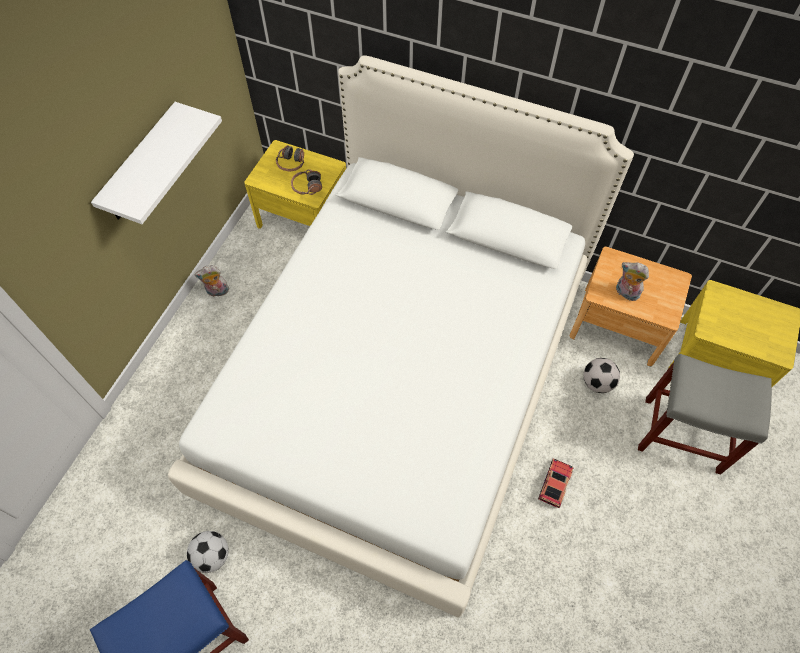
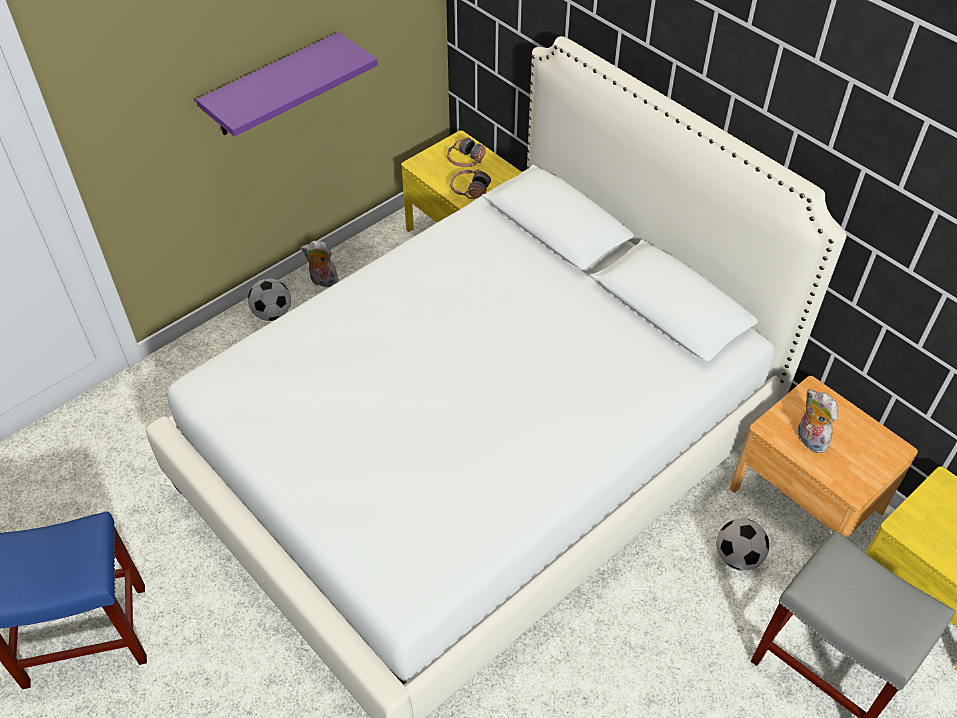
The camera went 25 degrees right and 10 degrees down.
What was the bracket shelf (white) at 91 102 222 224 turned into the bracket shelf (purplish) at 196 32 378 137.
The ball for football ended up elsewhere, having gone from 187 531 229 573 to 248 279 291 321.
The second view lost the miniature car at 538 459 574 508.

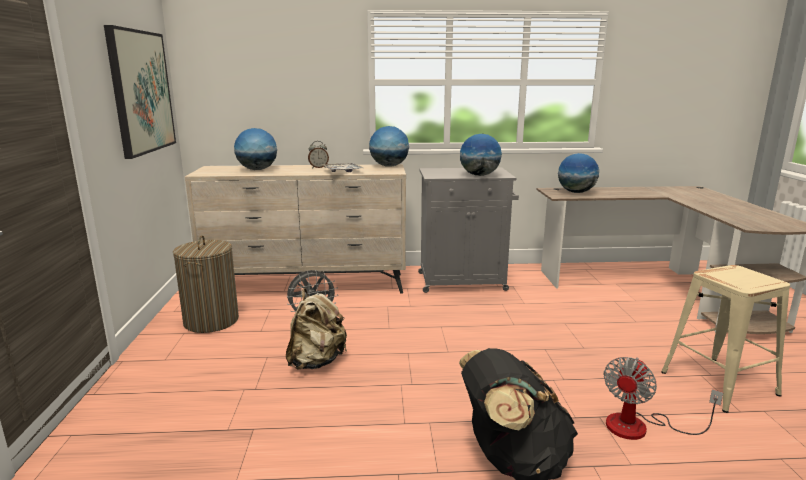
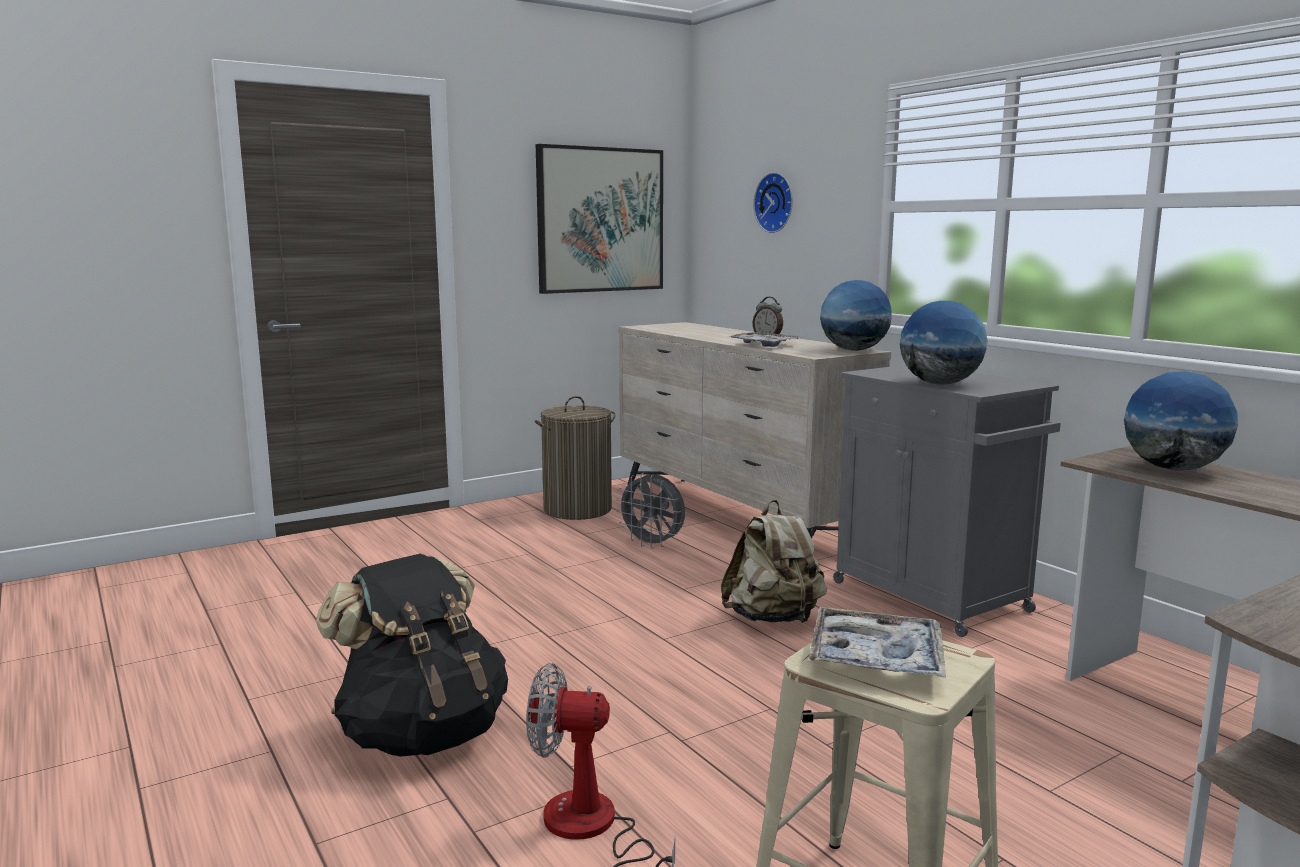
The camera went 60 degrees right and 5 degrees down.
The rucksack (beige-coloured) ended up elsewhere, having gone from 286 288 347 370 to 721 500 827 623.
The second view gained the hanging clock at 754 172 793 233.
The second view gained the carrying tray at 808 607 946 678.
The second view lost the globe at 234 128 277 170.

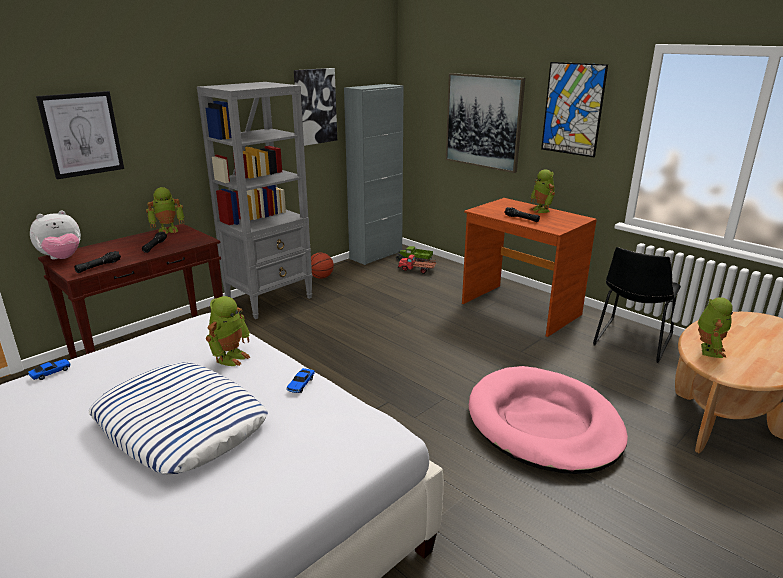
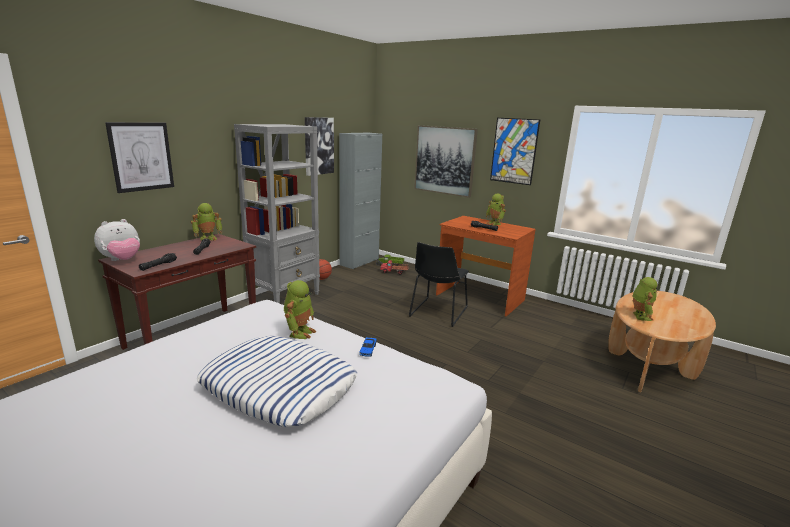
The camera went 10 degrees left and 5 degrees down.
The chair (blackish) ended up elsewhere, having gone from 593 247 681 363 to 409 242 469 327.
The second view lost the miniature car at 28 359 71 380.
The second view lost the dog bed (pink-coloured) at 469 366 628 474.

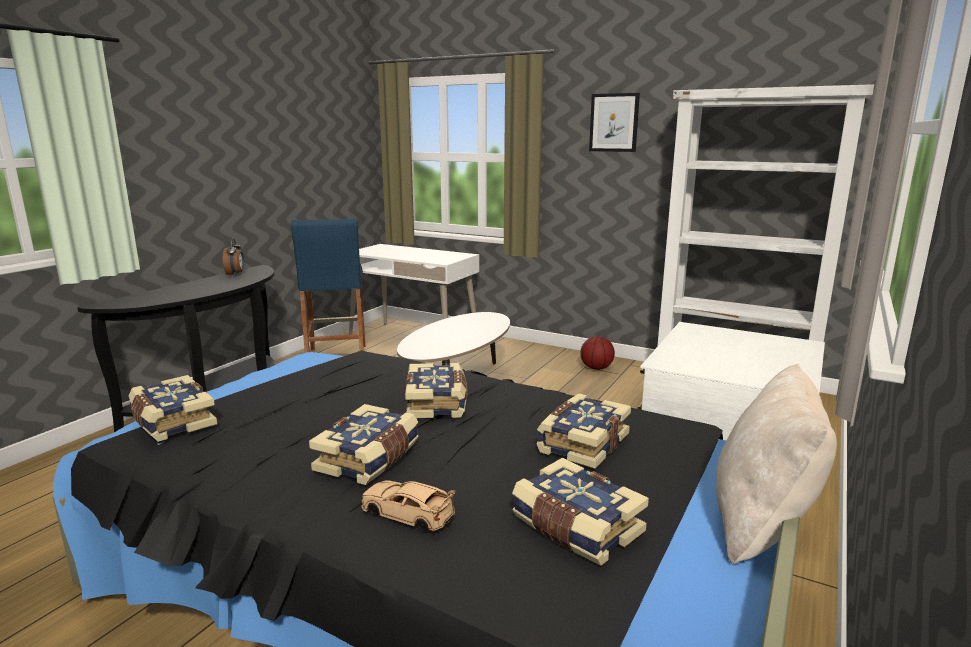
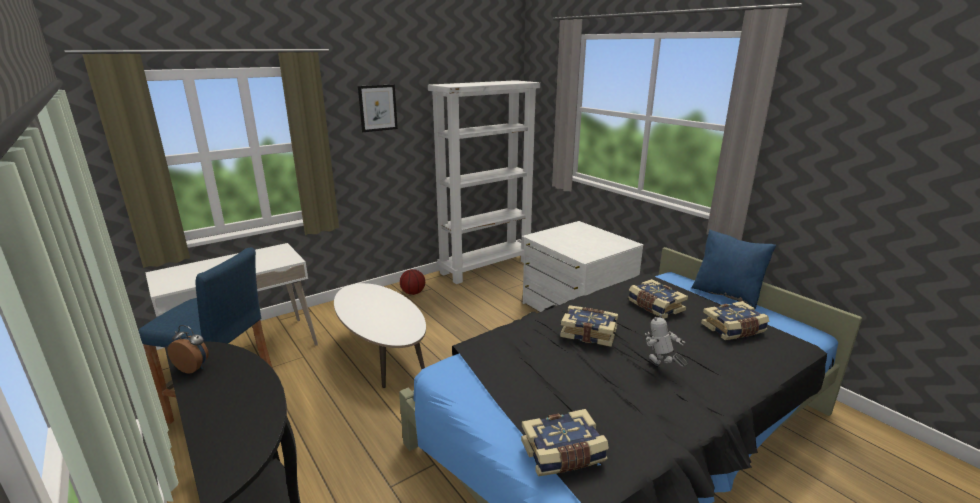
The camera went 65 degrees left and 5 degrees up.
Where the bound book stood at 309 404 419 485, the model robot came to stand at 645 314 687 367.
What was the cushion (beige-coloured) at 716 364 837 565 turned into the cushion (blue-coloured) at 691 229 776 309.
The second view lost the miniature car (beige-coloured) at 361 480 456 531.

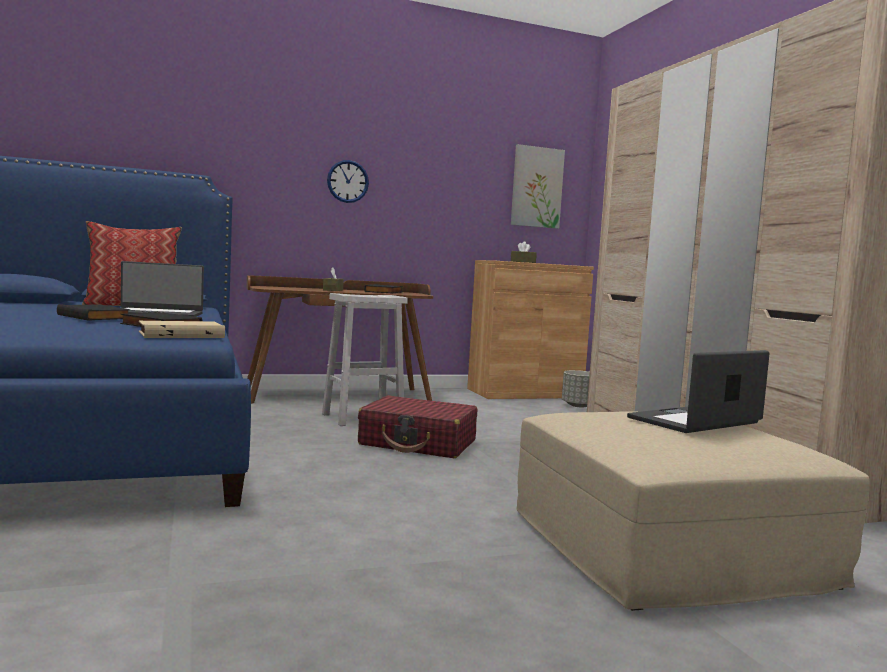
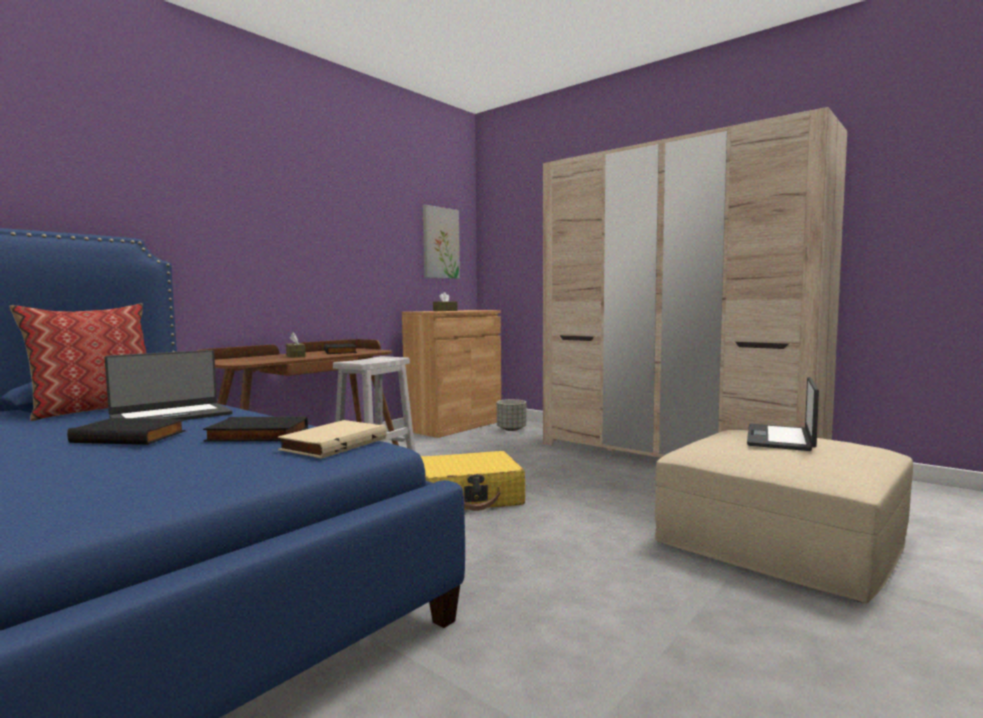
The camera went 30 degrees left and 0 degrees up.
What was the piece of luggage (reddish) at 358 395 477 458 turned into the piece of luggage (yellowish) at 421 451 525 511.
The second view lost the hanging clock at 327 160 369 203.

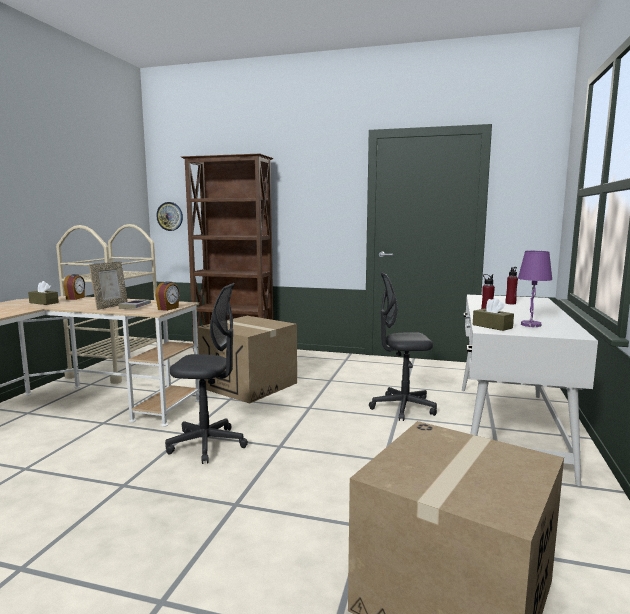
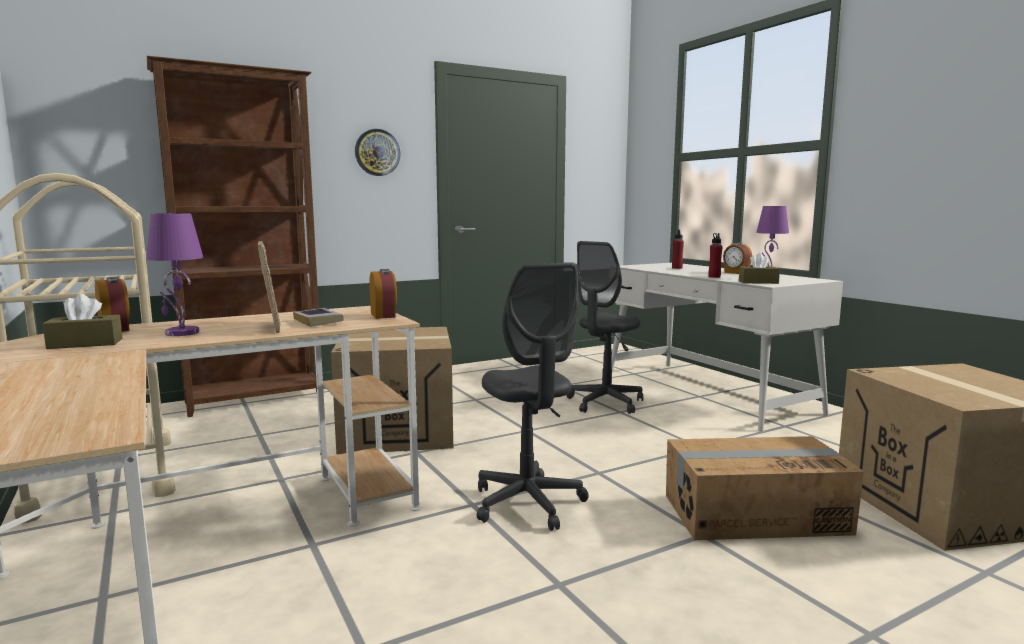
The camera went 45 degrees left and 0 degrees up.
The second view gained the tabletop lamp (purplish) at 146 213 204 336.
The hanging clock ended up elsewhere, having gone from 156 202 183 231 to 355 129 400 176.
The desk chair (grey) at 165 283 248 464 ended up facing another way, 105 degrees clockwise from before.
The second view gained the packing box at 666 436 864 540.
The second view gained the table clock at 723 243 752 274.

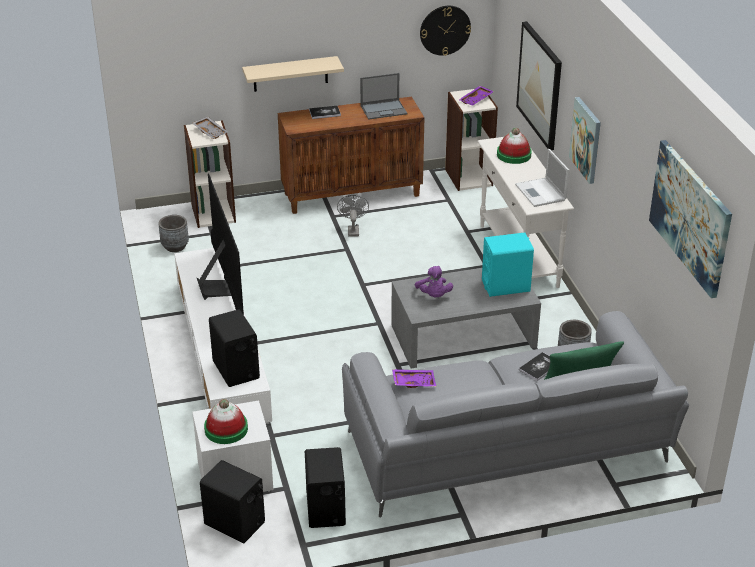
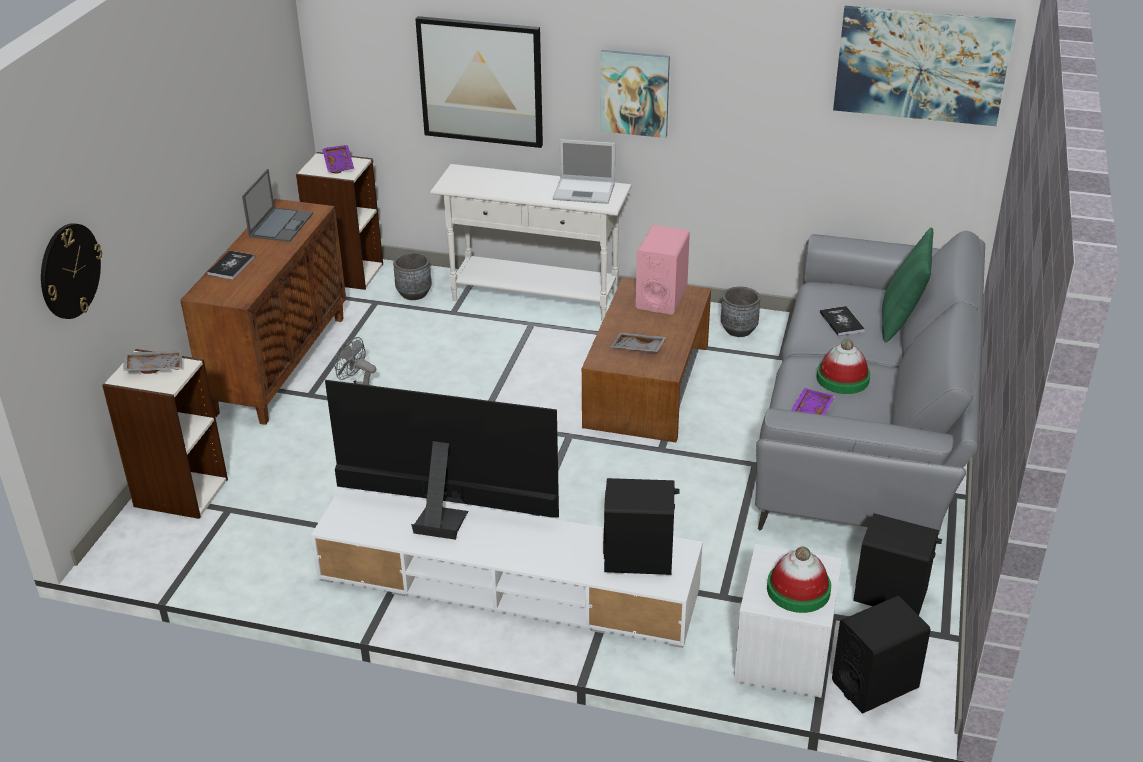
The camera went 60 degrees left and 0 degrees up.
The hanging clock ended up elsewhere, having gone from 420 6 471 56 to 41 223 102 319.
The flower pot (grey) ended up elsewhere, having gone from 158 215 189 252 to 393 252 432 300.
What was the lounge table (grey) at 391 268 541 369 turned into the lounge table (brownish) at 582 277 711 442.
Where the plush toy (purplish) stood at 415 266 453 297, the carrying tray (grey) came to stand at 610 333 666 352.
What was the audio speaker (blue-green) at 482 232 534 297 turned into the audio speaker (pink-coloured) at 636 225 690 315.
The wearable hat ended up elsewhere, having gone from 497 128 532 164 to 816 339 870 394.
The second view lost the bracket shelf (beige-coloured) at 242 56 344 92.

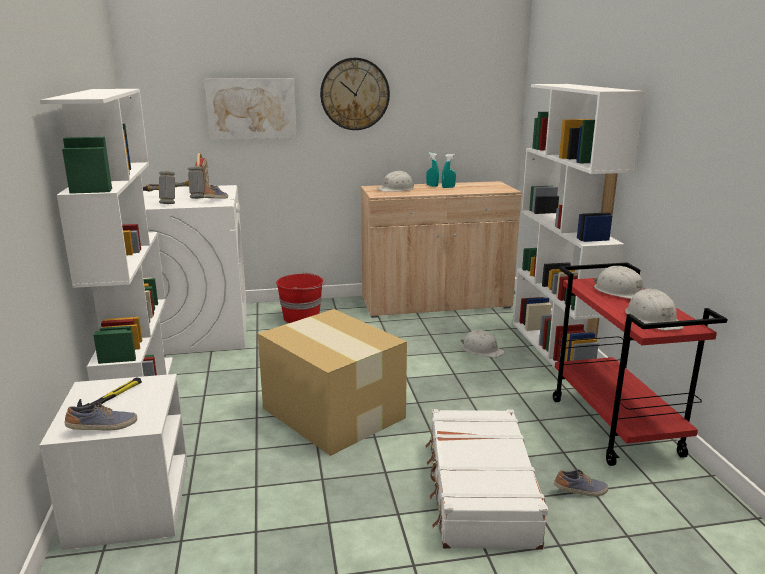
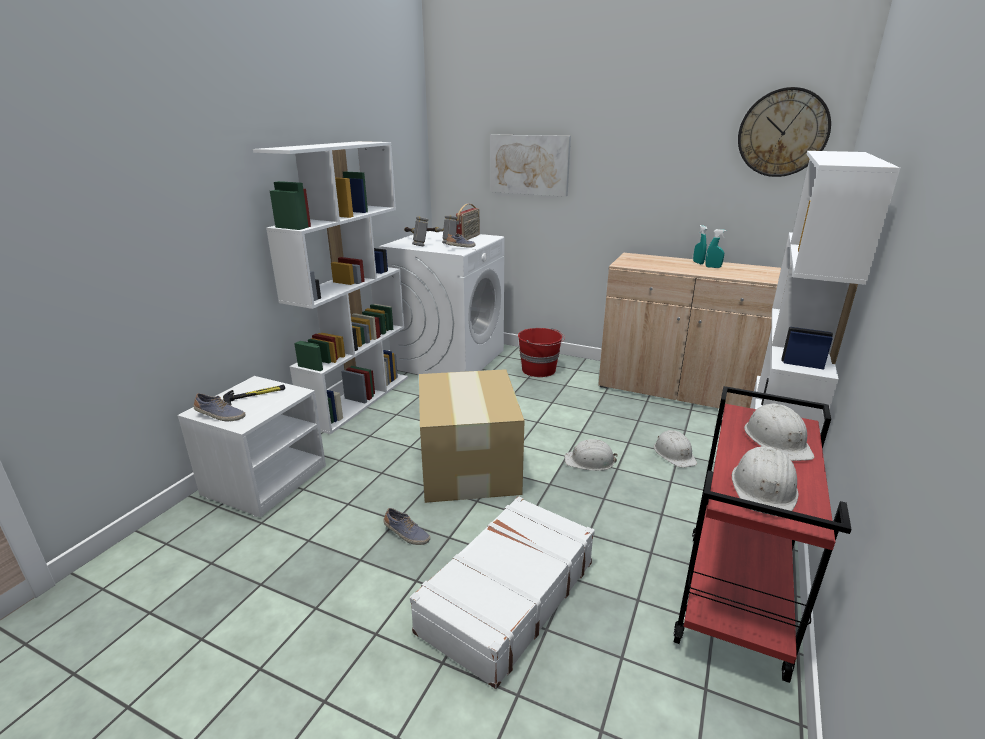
The camera went 35 degrees right and 5 degrees up.
The shoe ended up elsewhere, having gone from 554 470 608 497 to 383 508 430 545.
The work helmet (white) ended up elsewhere, having gone from 376 171 414 192 to 564 439 618 471.
The hanging clock ended up elsewhere, having gone from 320 58 390 130 to 738 87 831 177.

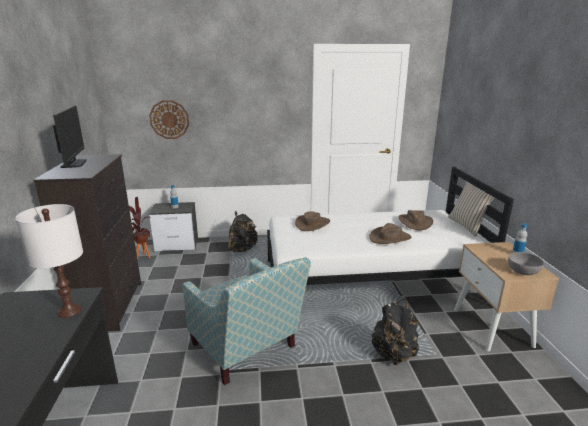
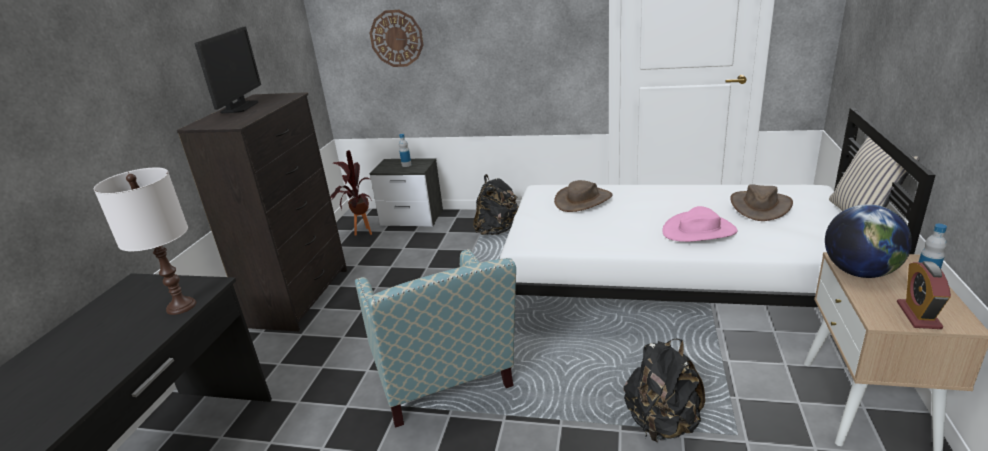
The camera went 20 degrees right and 5 degrees up.
What was the wearable hat (brownish) at 369 223 411 244 turned into the wearable hat (pink-coloured) at 662 206 737 242.
The second view gained the globe at 825 204 912 278.
Where the deep dish (grey) stood at 508 252 544 275, the table clock came to stand at 897 261 951 329.

